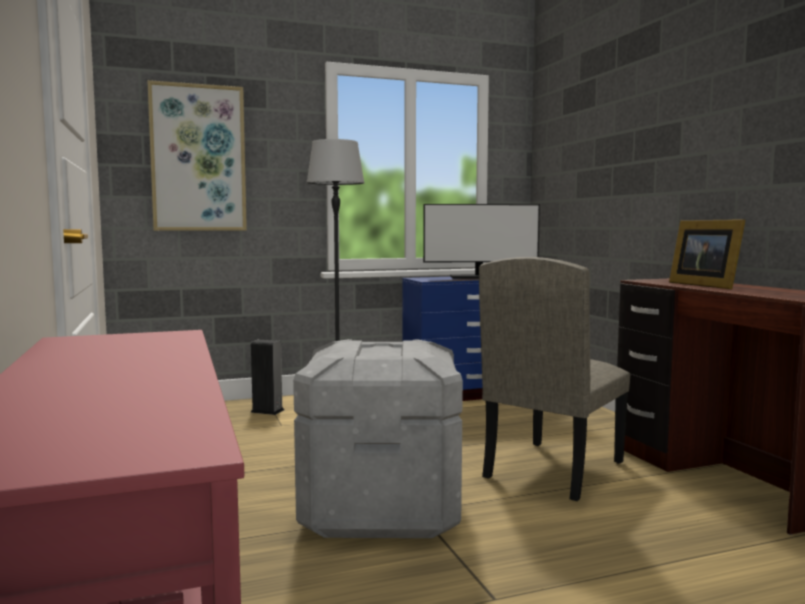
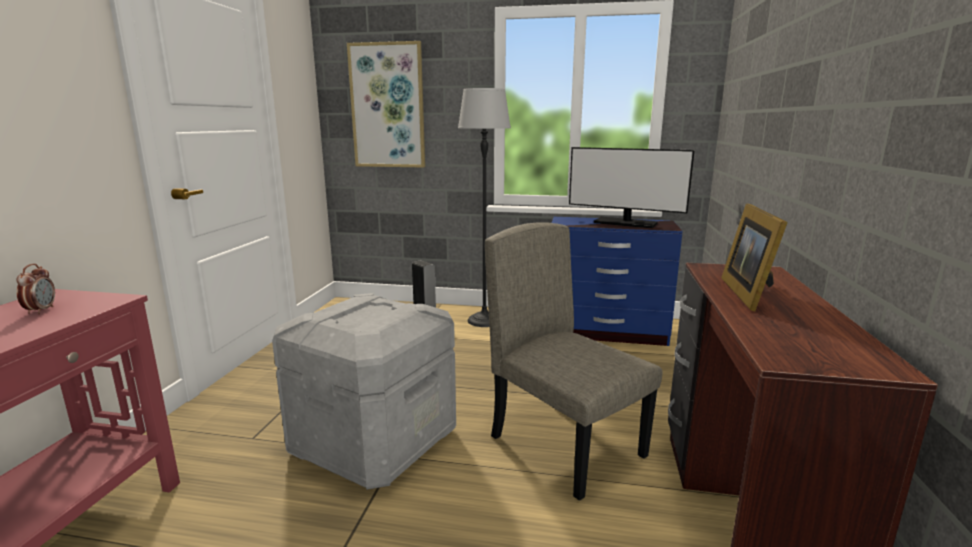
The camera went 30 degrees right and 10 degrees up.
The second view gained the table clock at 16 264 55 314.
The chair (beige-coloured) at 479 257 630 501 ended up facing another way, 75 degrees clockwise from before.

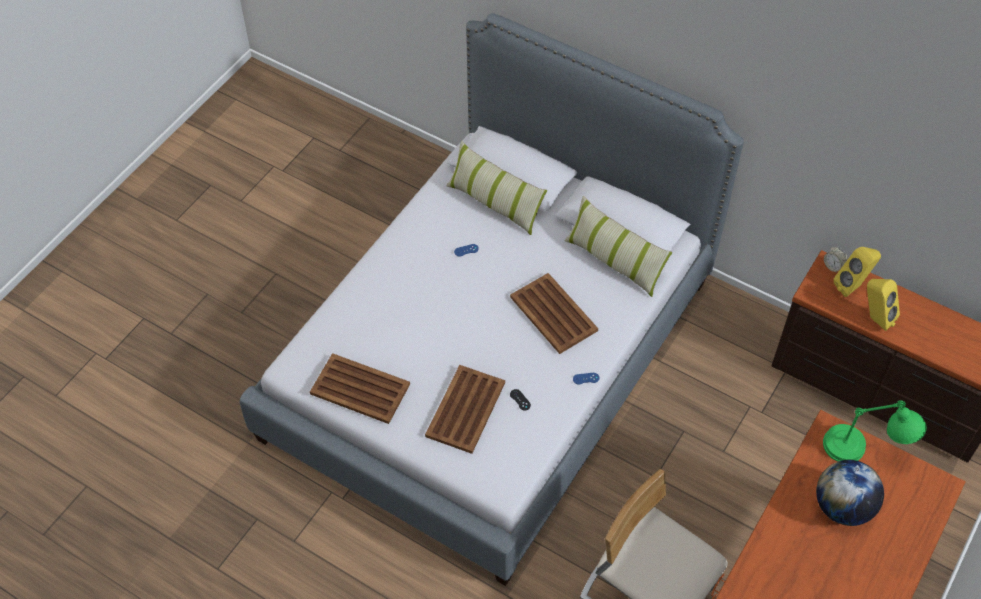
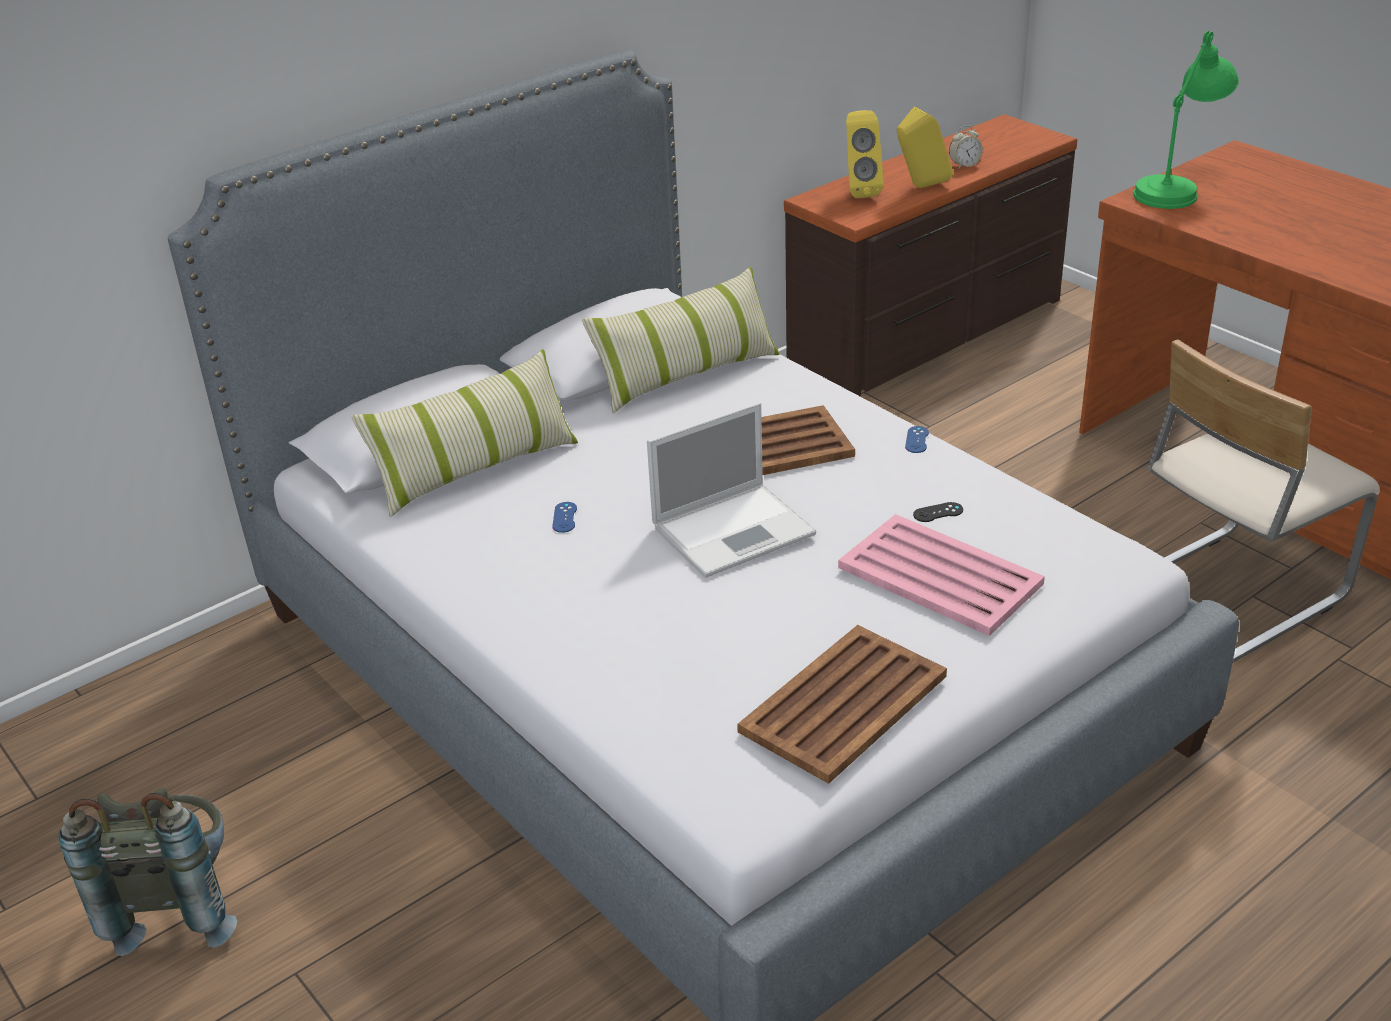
The camera went 70 degrees left and 20 degrees down.
The second view gained the rucksack (grey) at 59 788 237 956.
The second view gained the portable computer at 647 402 816 578.
What was the carrying tray (brownish) at 425 365 505 454 turned into the carrying tray (pink-coloured) at 838 514 1045 636.
The table clock ended up elsewhere, having gone from 824 246 847 273 to 949 125 983 169.
The second view lost the globe at 816 460 884 526.

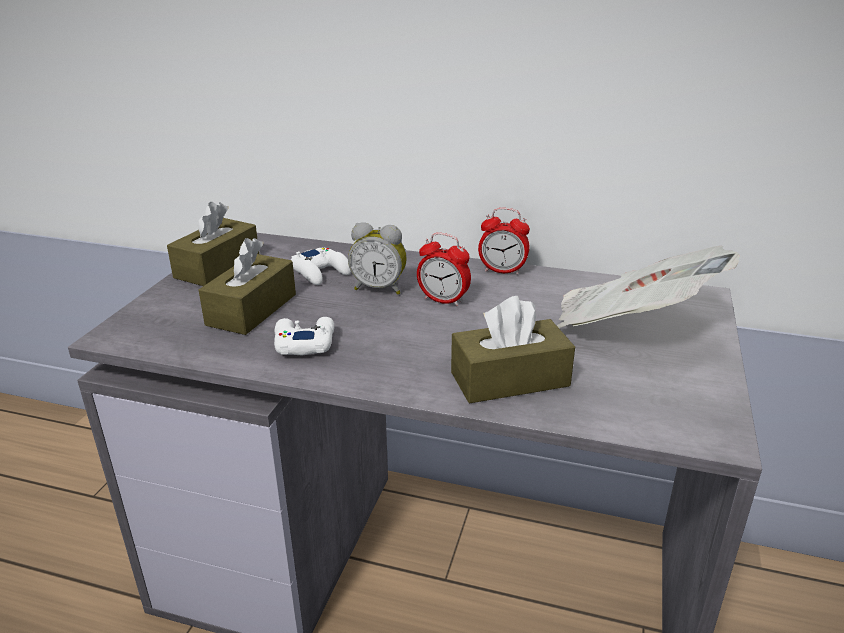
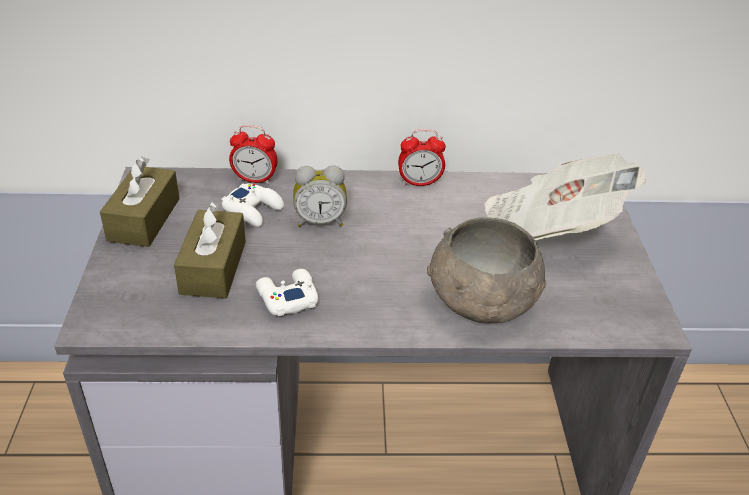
The camera went 20 degrees left and 10 degrees up.
The table clock ended up elsewhere, having gone from 417 233 471 306 to 229 125 278 184.
Where the tissue holder (brownish) stood at 451 296 575 403, the deep dish (grey) came to stand at 427 217 547 324.

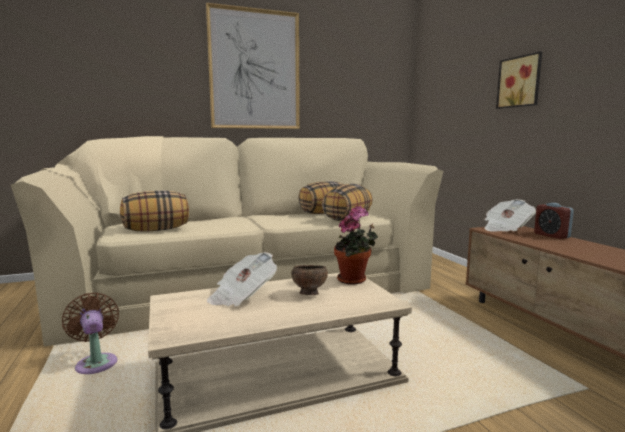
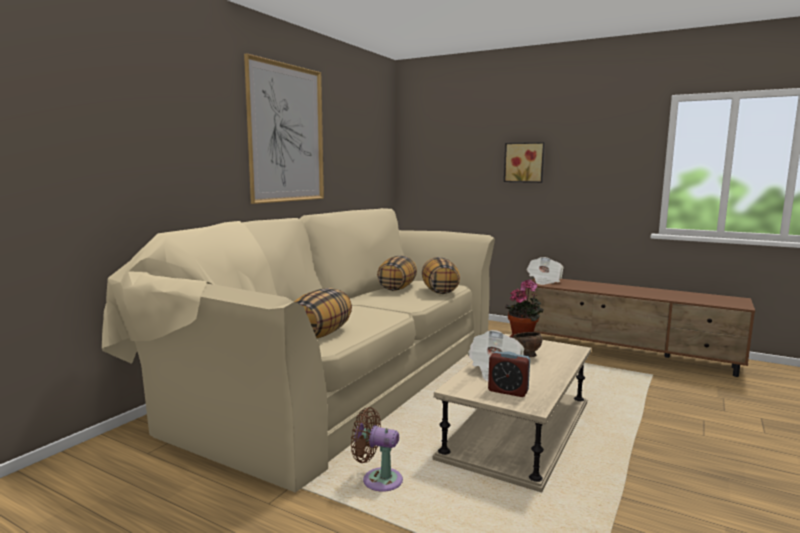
The camera went 40 degrees left and 0 degrees up.
The table clock ended up elsewhere, having gone from 534 203 574 239 to 488 351 530 397.

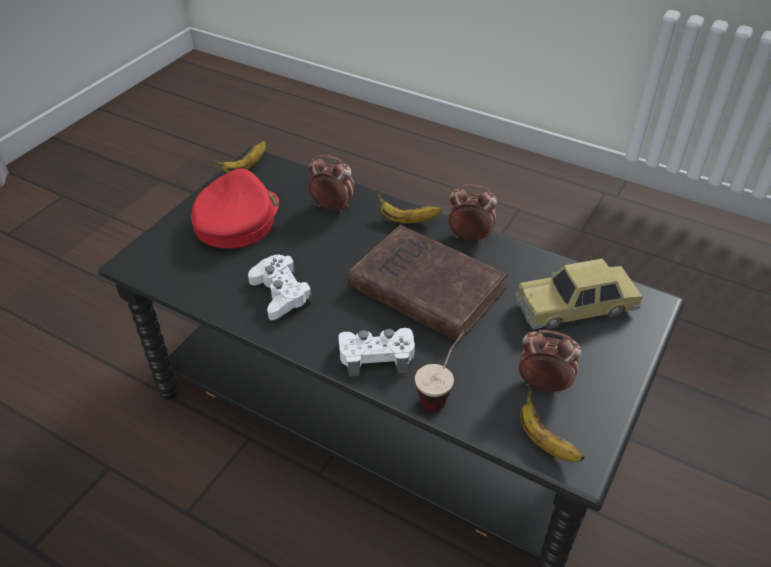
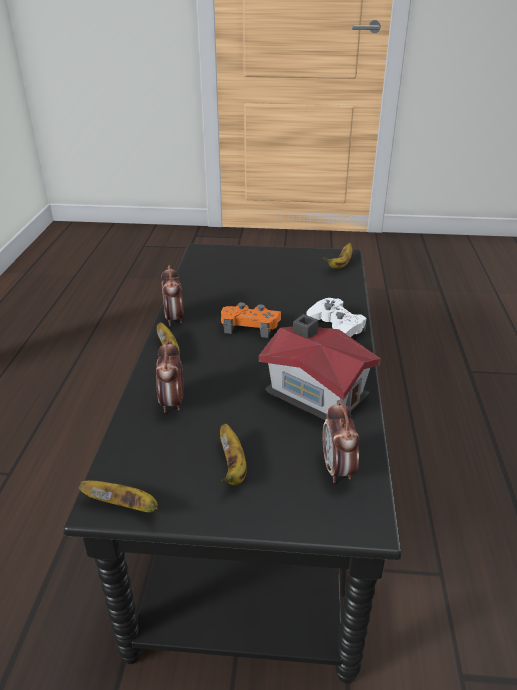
The camera went 115 degrees left and 10 degrees down.
Where the peaked cap (reddish) stood at 191 169 279 249, the banana fruit came to stand at 220 423 247 485.
Where the bound book (brownish) stood at 348 225 508 342, the joypad (orange) came to stand at 221 302 281 338.
Where the joypad (white) stood at 248 255 313 320, the miniature house came to stand at 259 314 381 420.
The table clock ended up elsewhere, having gone from 519 330 581 394 to 322 400 359 483.
The second view lost the small cup at 415 330 465 412.
The second view lost the miniature car at 516 259 643 330.

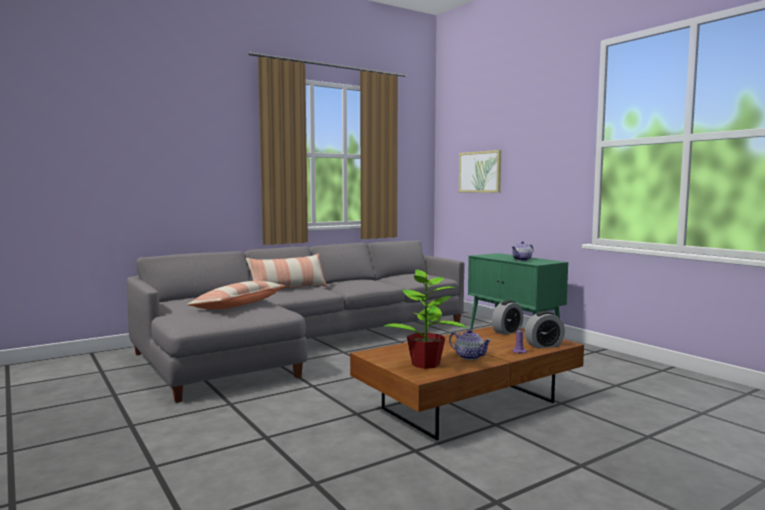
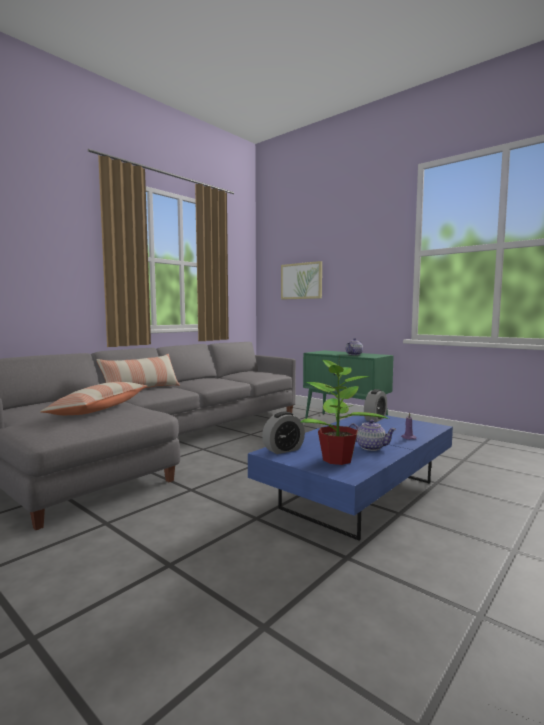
The camera went 15 degrees left and 0 degrees up.
What was the lounge table (brownish) at 350 326 584 440 turned into the lounge table (blue-coloured) at 248 415 453 541.
The table clock ended up elsewhere, having gone from 525 311 565 349 to 262 411 305 454.

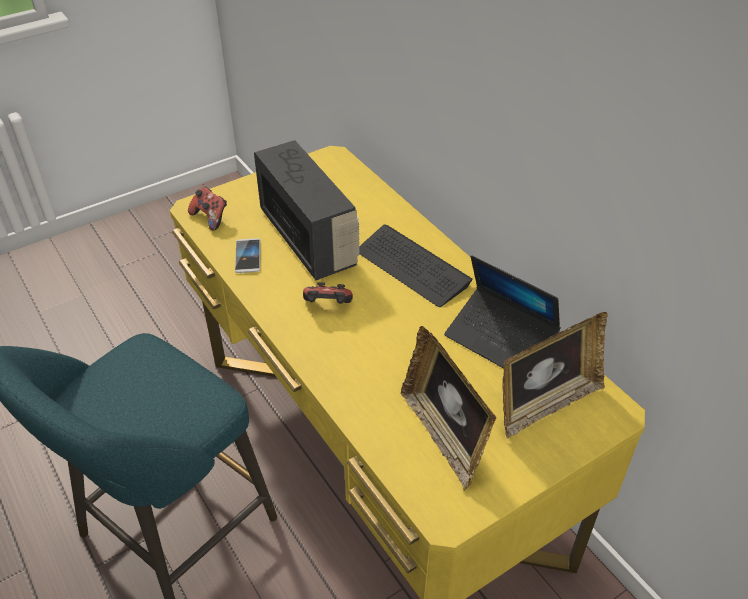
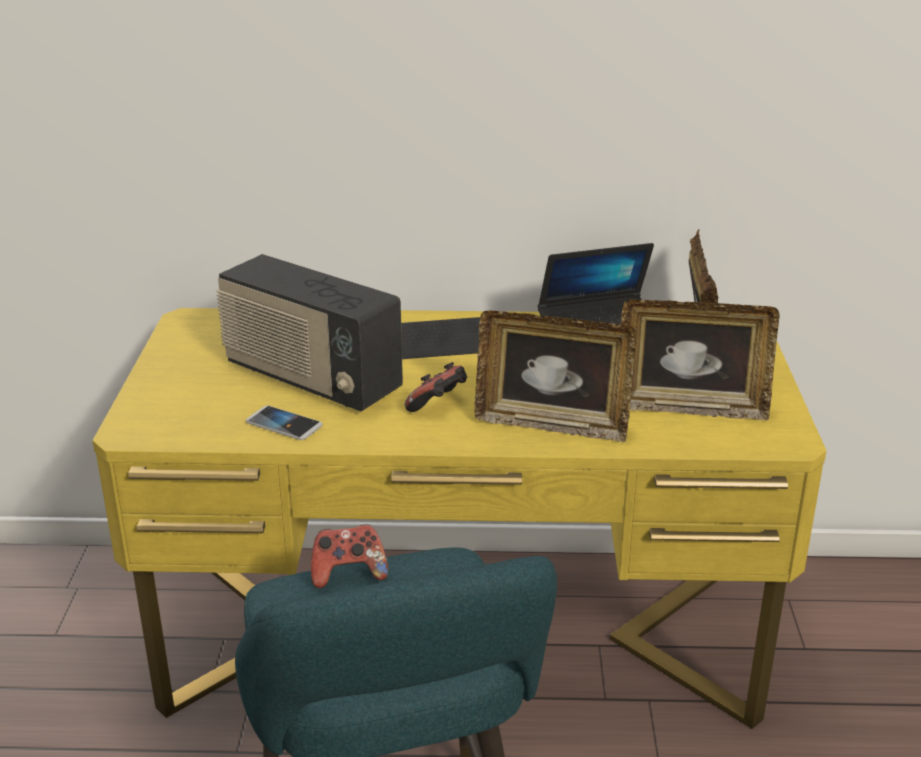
The camera went 55 degrees left and 15 degrees down.
The radio at 254 140 360 280 ended up facing another way, 150 degrees counterclockwise from before.
The joypad ended up elsewhere, having gone from 188 187 227 231 to 311 524 388 588.
The second view gained the photo frame at 474 310 636 442.

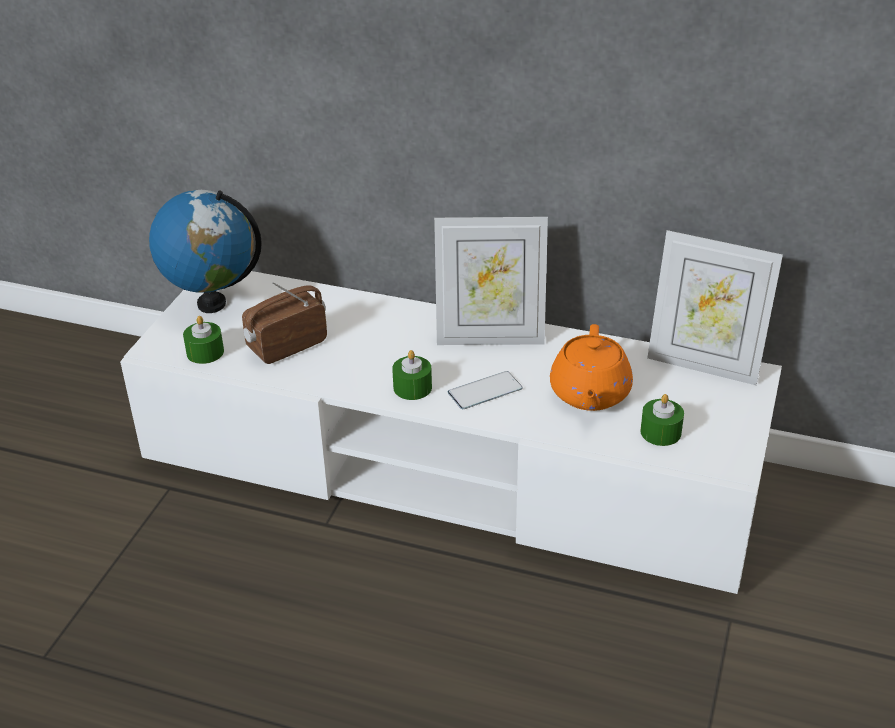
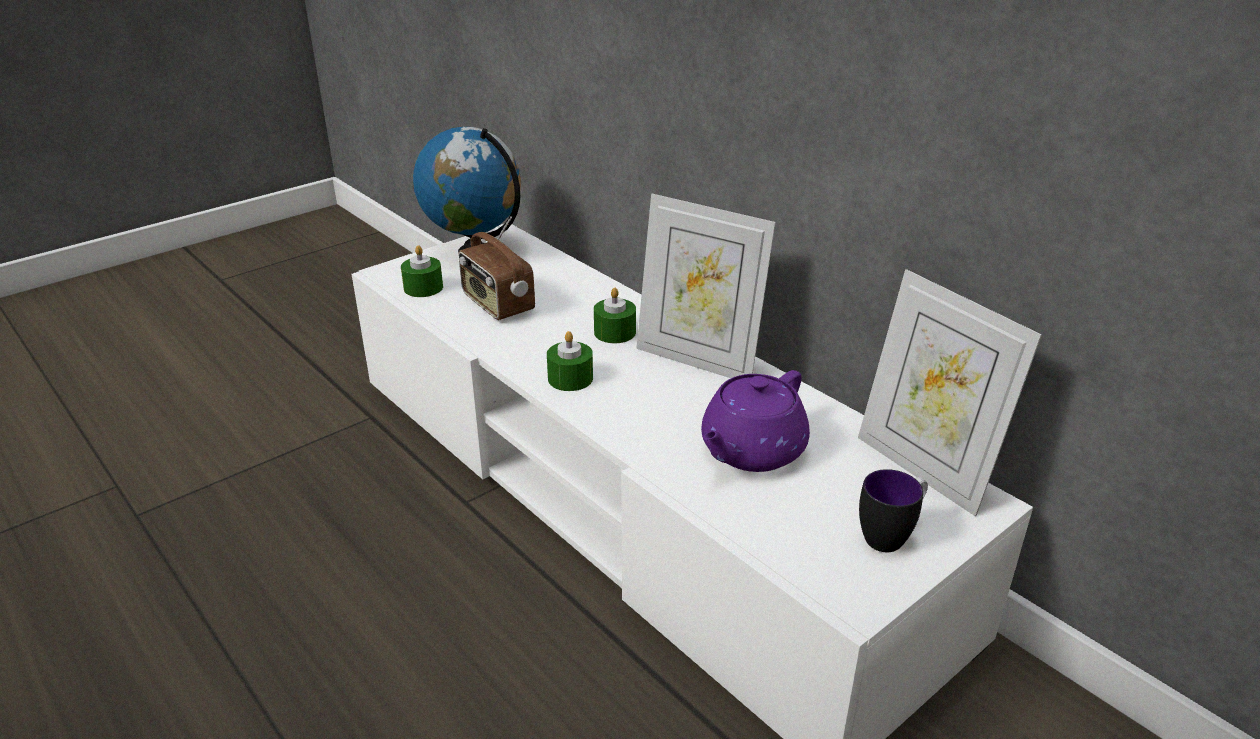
The camera went 30 degrees right and 5 degrees down.
The radio at 242 282 327 364 ended up facing another way, 120 degrees counterclockwise from before.
The wax candle (greenish) ended up elsewhere, having gone from 640 394 684 446 to 594 288 636 343.
What was the tea pot (orange) at 550 324 633 411 turned into the tea pot (purplish) at 701 370 810 472.
The second view gained the tea mug at 859 469 928 552.
The second view lost the phone at 448 371 523 409.

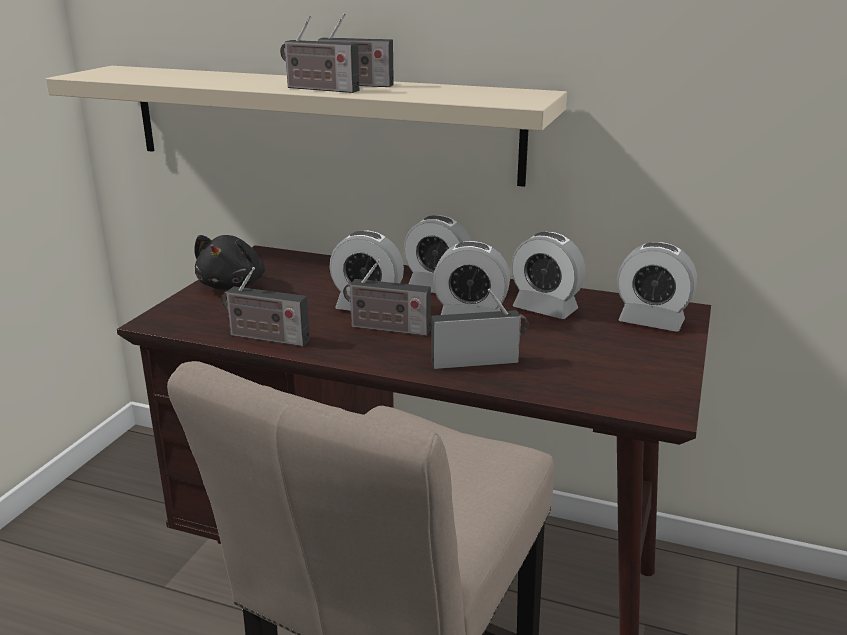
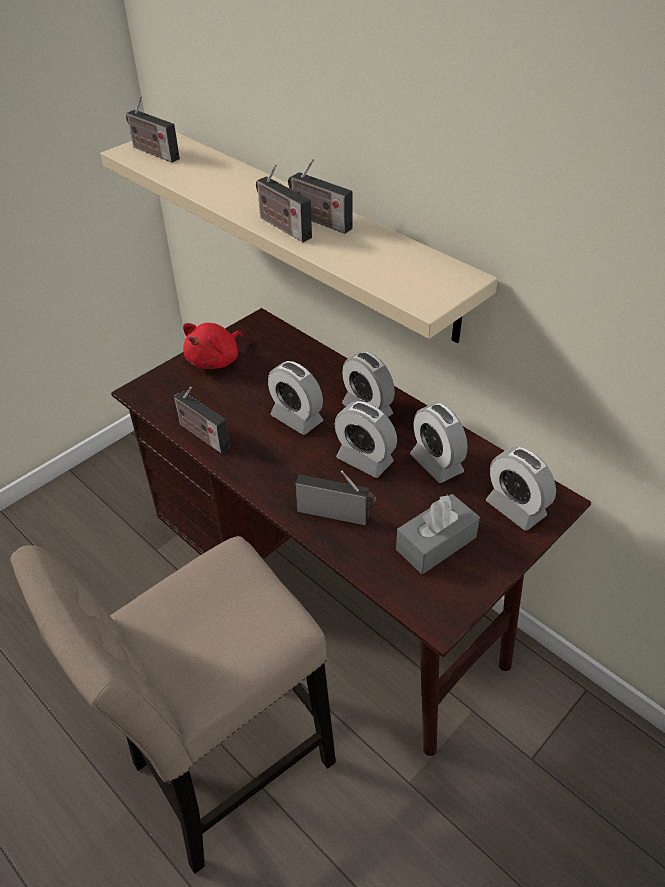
The camera went 25 degrees right and 20 degrees up.
The radio ended up elsewhere, having gone from 343 259 431 336 to 126 96 180 162.
What was the plush toy (blackish) at 194 235 265 290 turned into the plush toy (reddish) at 183 323 243 369.
The second view gained the tissue holder (grey) at 396 494 480 574.

